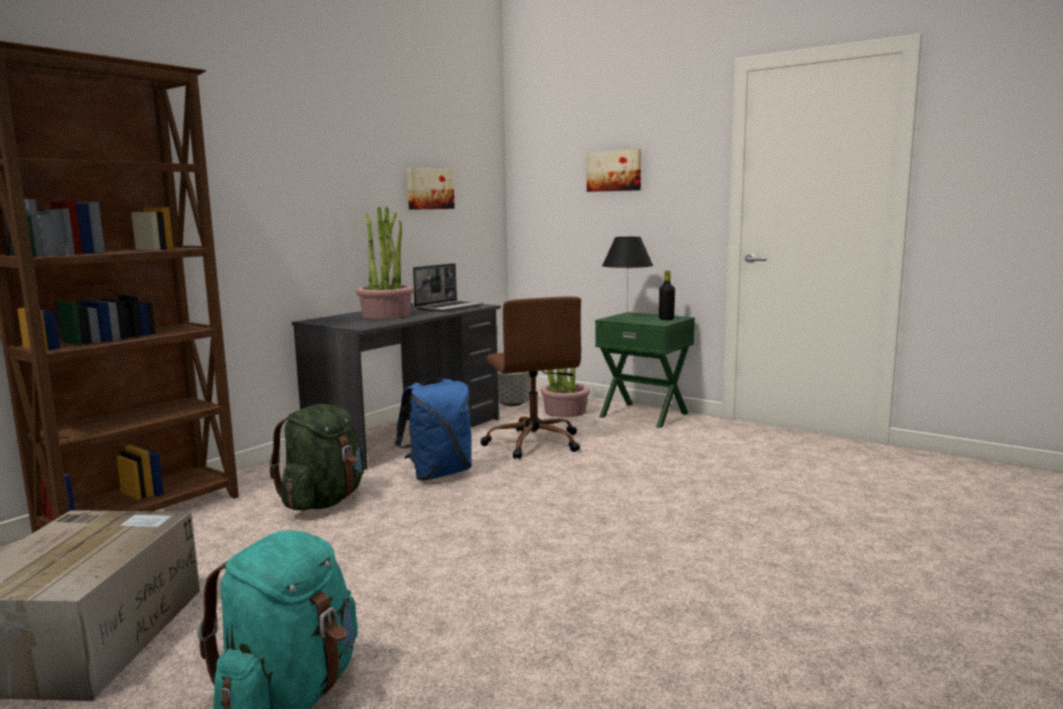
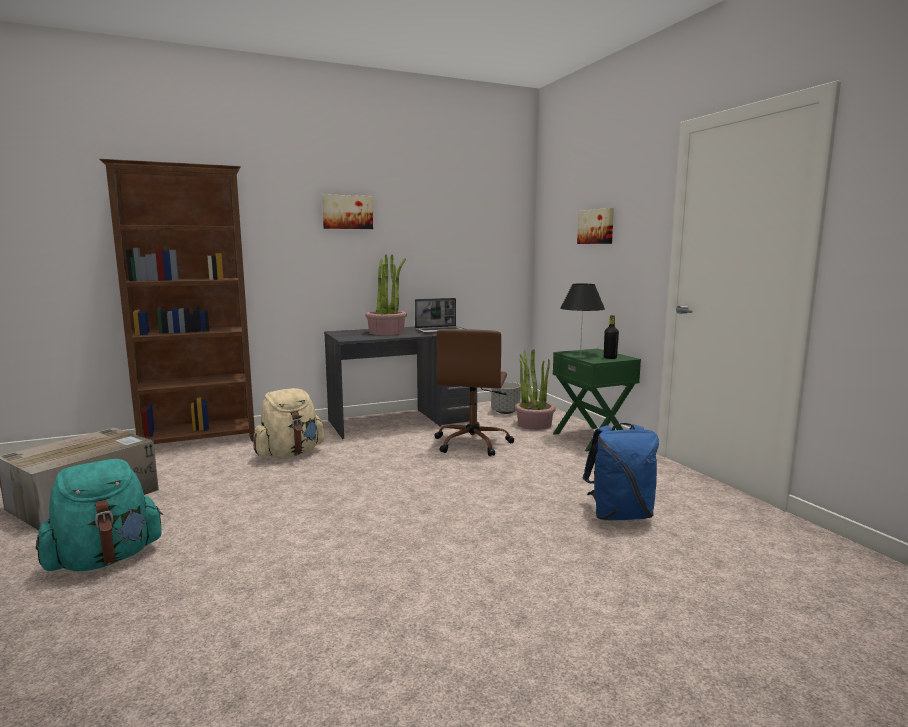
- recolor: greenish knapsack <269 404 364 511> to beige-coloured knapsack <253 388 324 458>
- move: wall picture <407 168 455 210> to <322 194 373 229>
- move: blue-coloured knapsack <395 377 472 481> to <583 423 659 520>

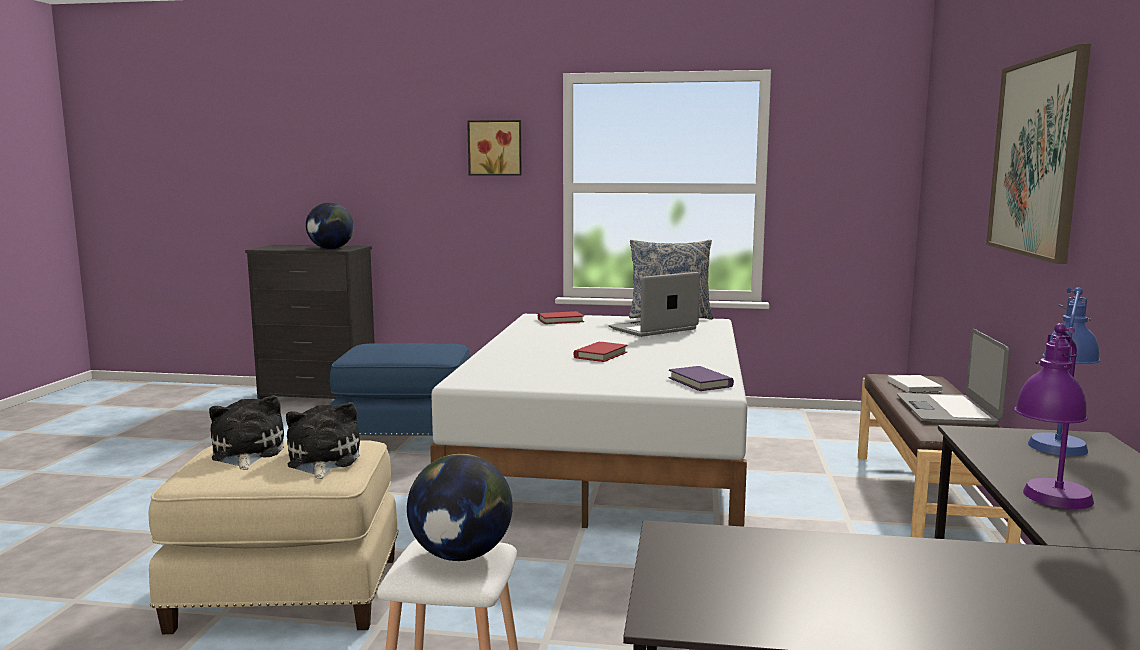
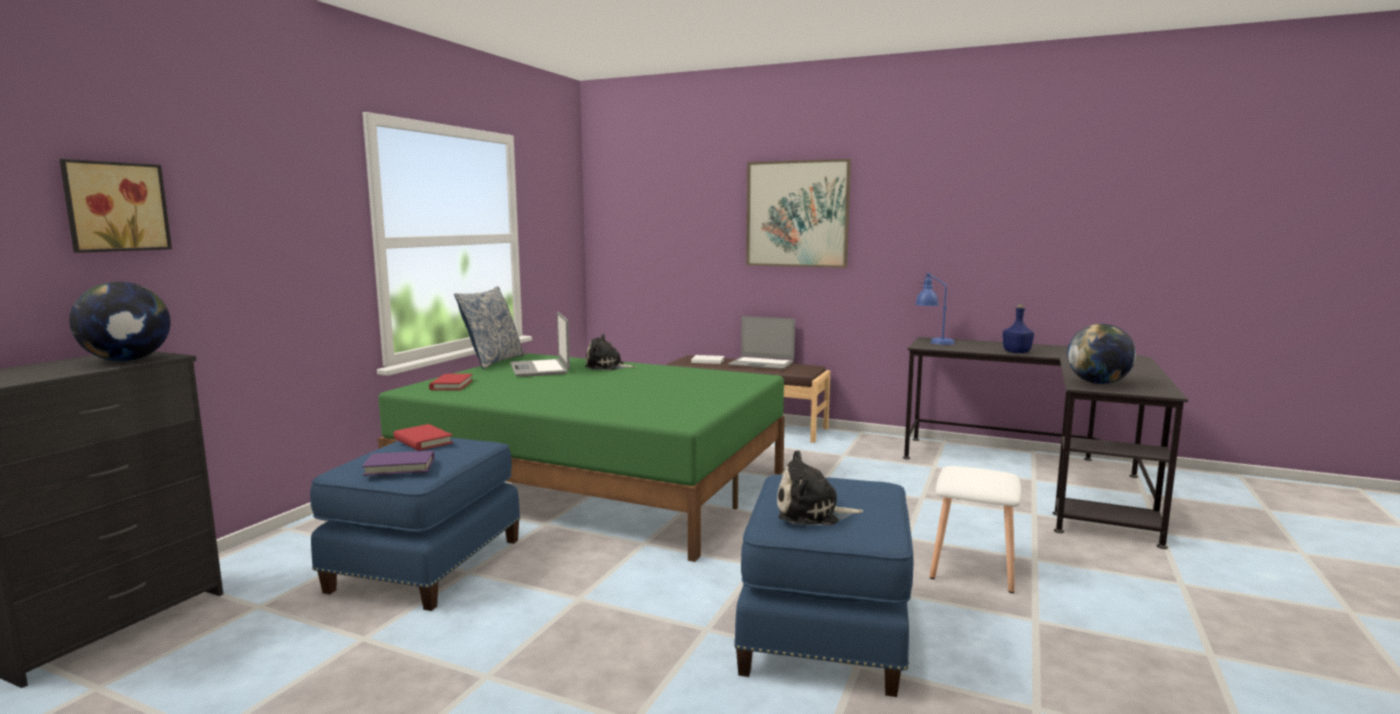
- move: wall picture <467 120 522 176> to <59 159 172 253>
- move: purplish volume <669 366 734 391> to <362 451 435 476>
- recolor: white-coloured sleeping bed <430 314 748 528> to greenish sleeping bed <378 353 785 562>
- move: red volume <573 342 628 362> to <393 424 453 451>
- move: soft toy <286 402 360 479> to <585 334 636 370>
- recolor: beige-coloured ottoman <149 440 398 634> to blue-coloured ottoman <734 475 913 697>
- replace: purplish tabletop lamp <1014 323 1094 509> to blue-coloured beverage bottle <1003 304 1034 353>
- move: world globe <407 454 513 561> to <1067 324 1136 384>

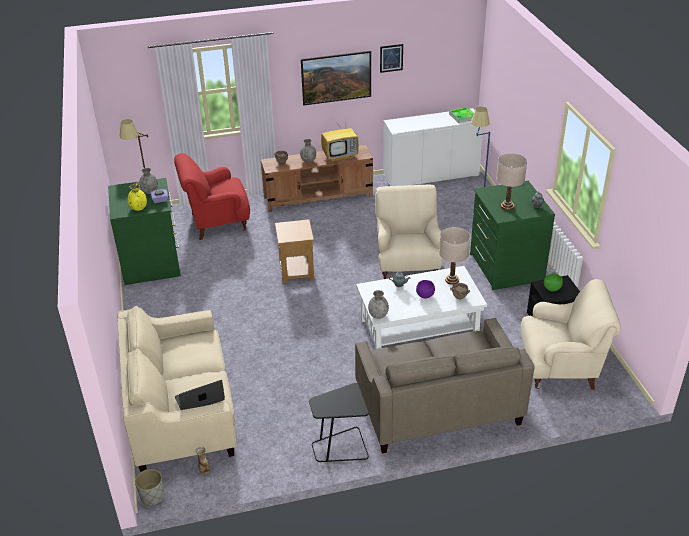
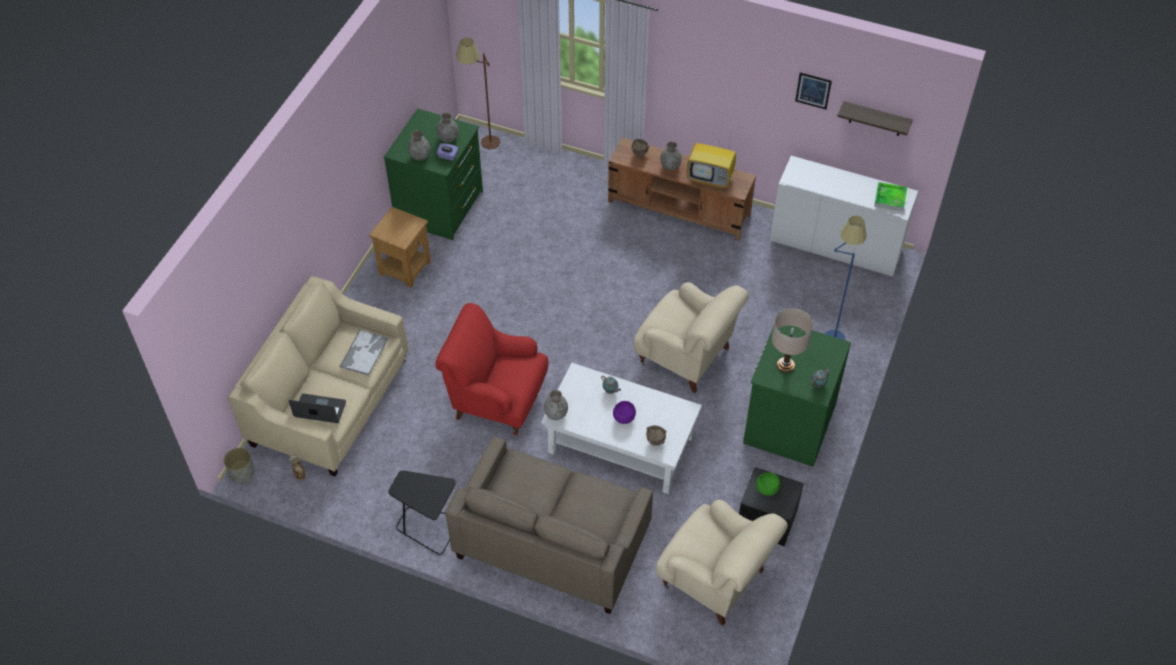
- insert: tray <339 330 389 376>
- move: brown-coloured side table <275 219 314 283> to <369 207 431 288>
- recolor: yellowish flower vase <128 184 147 211> to grey flower vase <408 130 430 160>
- move: red lounge chair <174 153 250 240> to <435 303 548 435>
- rotate: beige-coloured lounge chair <375 185 443 279> = <633 282 749 393> 90 degrees clockwise
- insert: bracket shelf <837 101 913 136>
- delete: wall picture <301 51 371 106>
- delete: beige-coloured tabletop lamp <439 227 470 285>

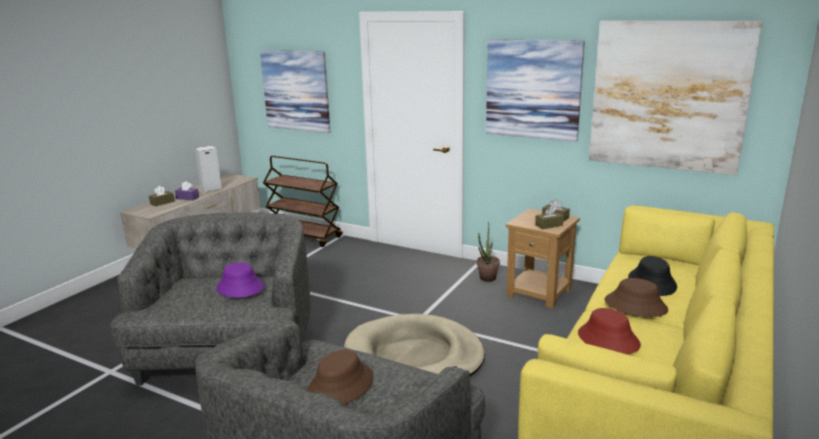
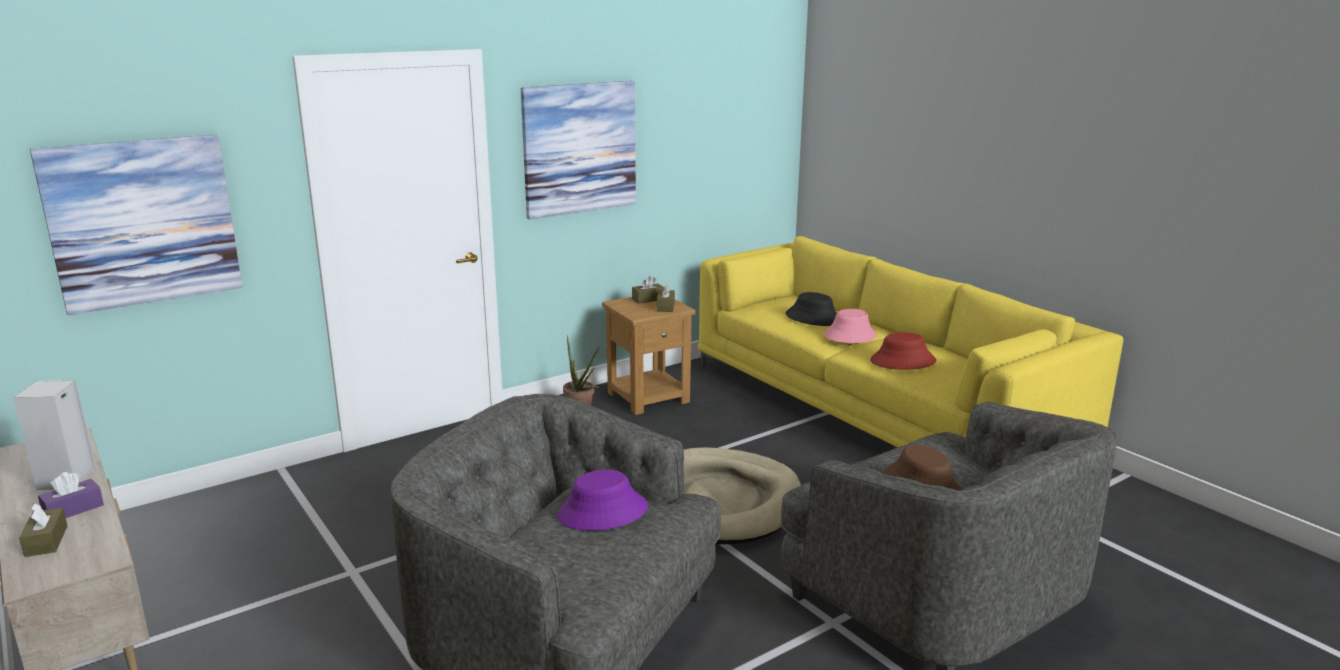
- recolor: brown-coloured wearable hat <605 278 668 317> to pink wearable hat <824 309 877 343>
- delete: brown-coloured cart <263 156 342 247>
- delete: wall picture <589 21 762 175>

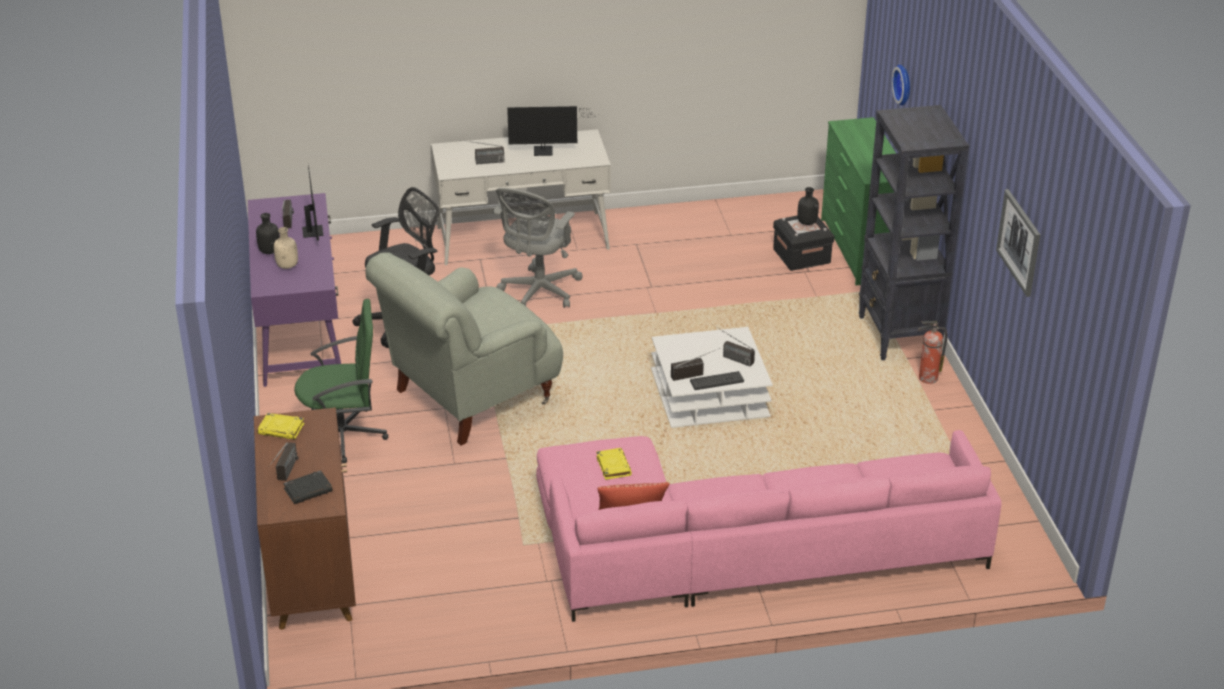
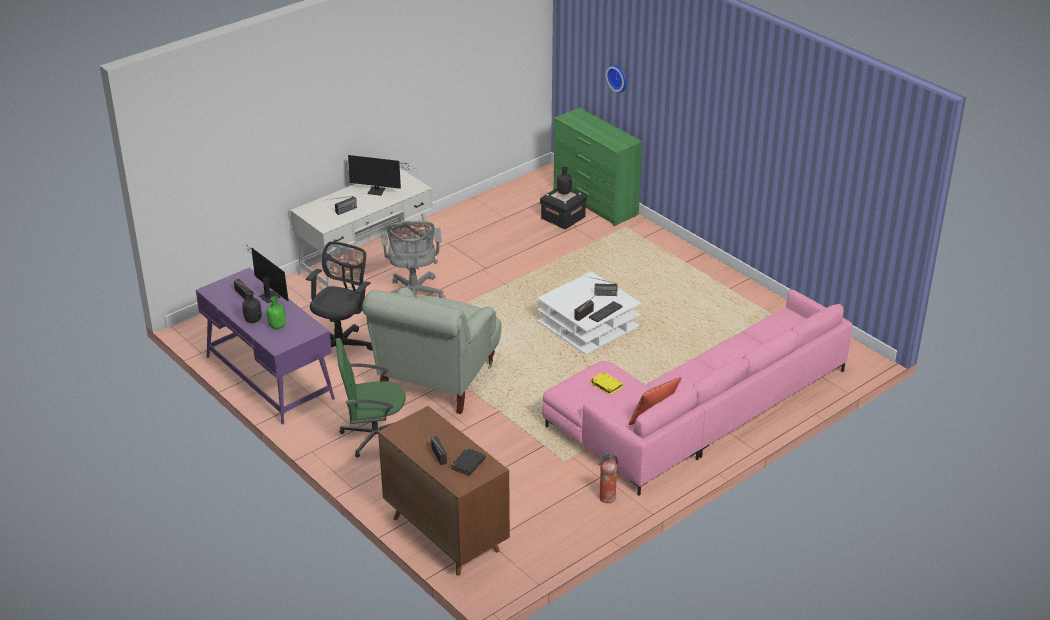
- recolor: beige-coloured beverage bottle <274 227 298 269> to greenish beverage bottle <267 296 286 329>
- rotate: greenish office chair <294 299 389 463> = <336 338 406 458> 150 degrees counterclockwise
- rotate: monitor <507 106 600 156> = <348 155 415 196> 45 degrees clockwise
- move: fire extinguisher <918 321 948 384> to <598 453 618 503>
- delete: yellowish volume <257 413 304 439>
- delete: blackish bookshelf <859 105 969 360>
- delete: wall picture <996 189 1040 297>

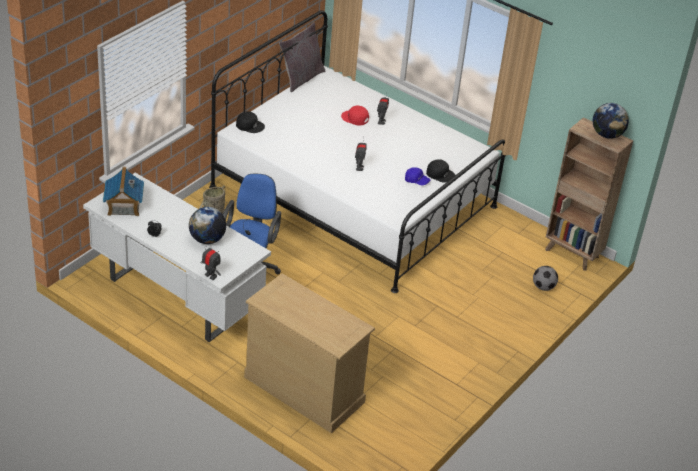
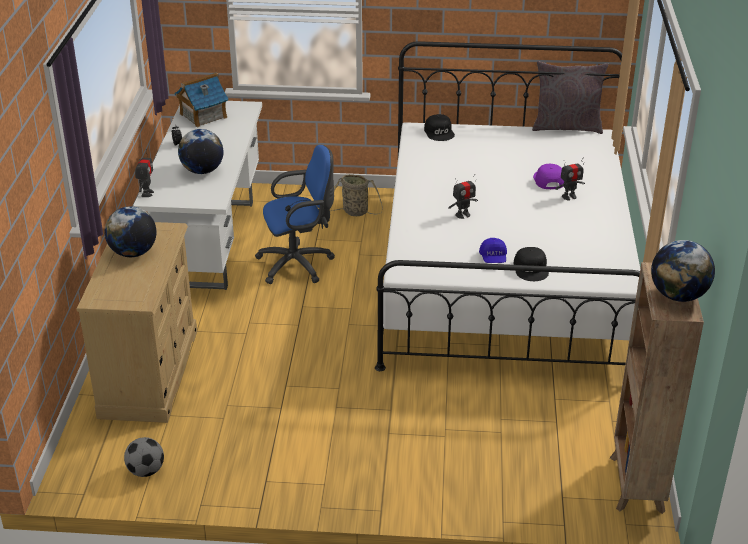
- insert: world globe <104 206 156 257>
- move: football <533 266 558 291> to <124 437 164 477>
- recolor: red cap <341 106 369 125> to purplish cap <533 164 564 189>

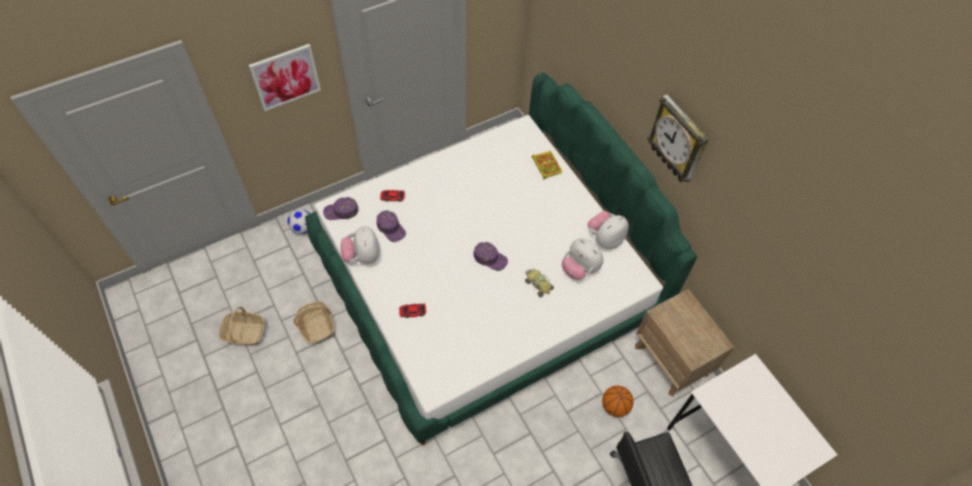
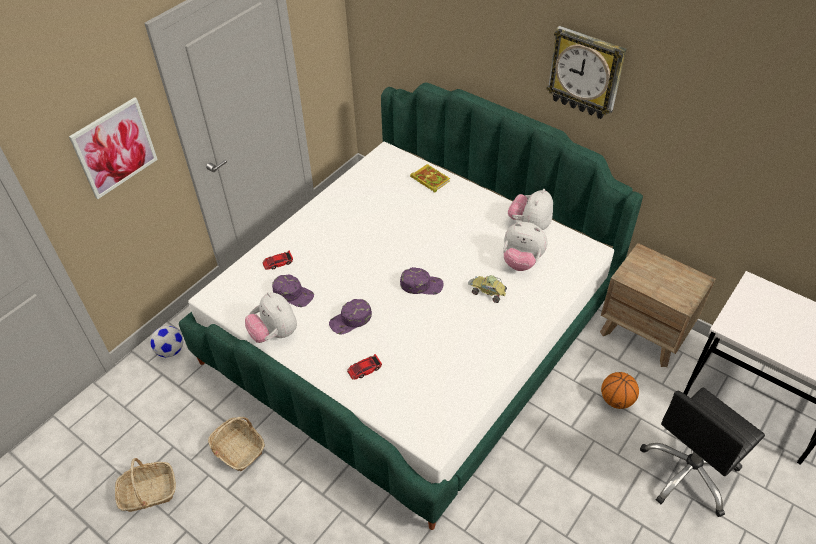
- move: purplish cap <323 197 359 220> to <329 299 372 334>

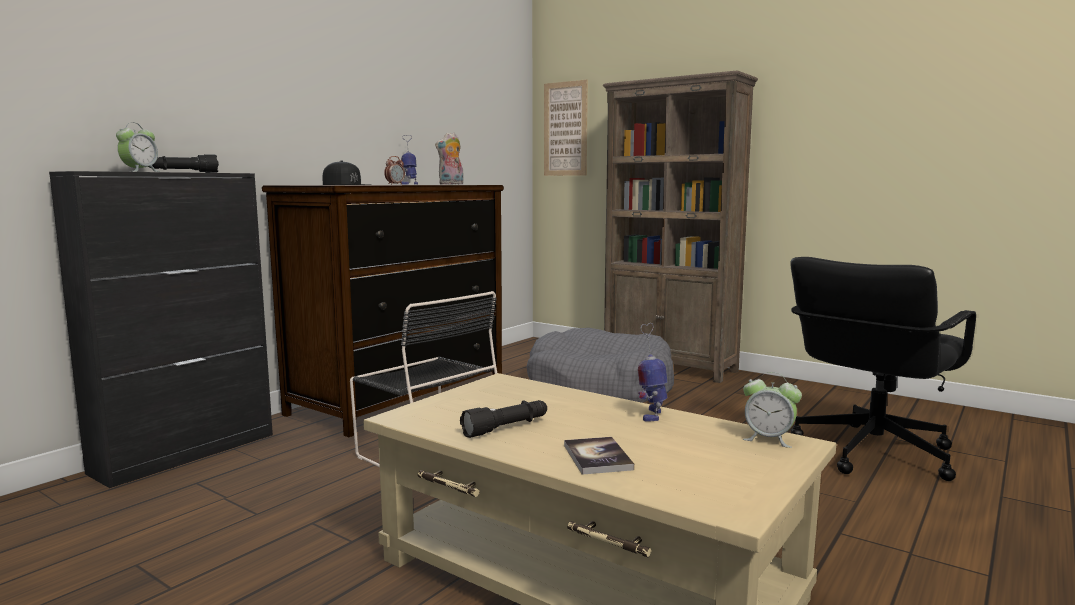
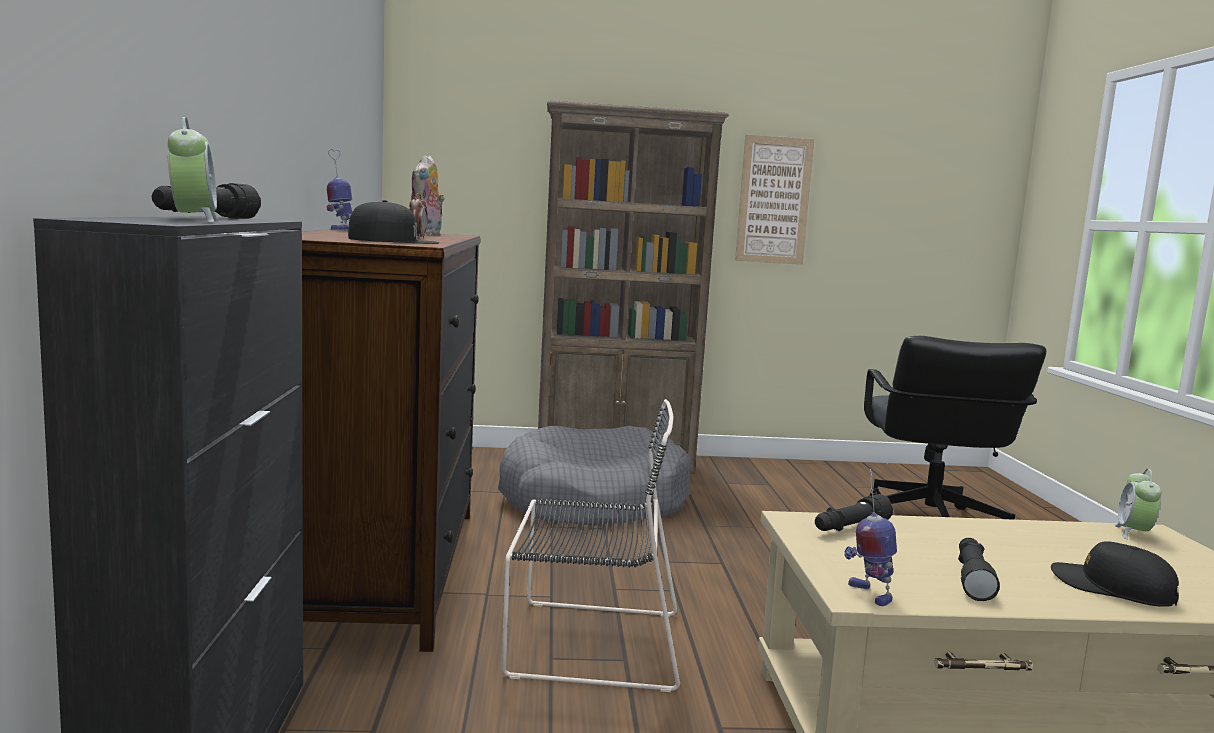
- move: wall picture <544 79 588 176> to <735 135 814 265>
- insert: blackish torch <815 494 893 531>
- move: toy robot <638 323 668 422> to <844 469 897 606>
- replace: volume <564 437 634 475> to blackish cap <1051 541 1179 607>
- rotate: bedside clock <743 372 802 448> = <1114 469 1161 539> 120 degrees clockwise

